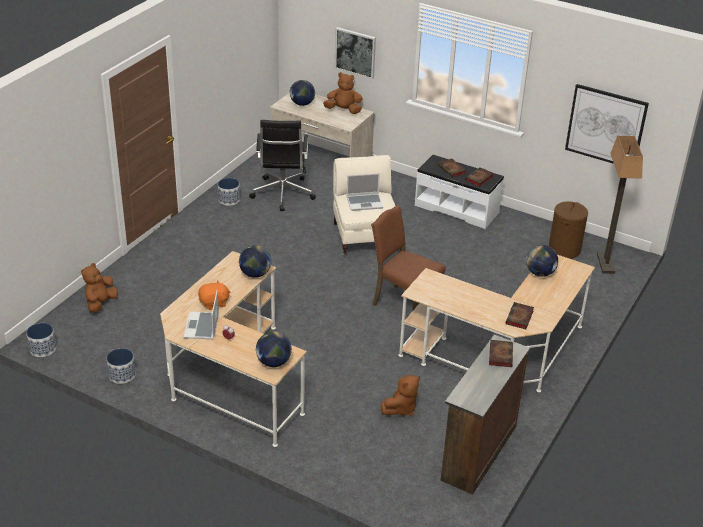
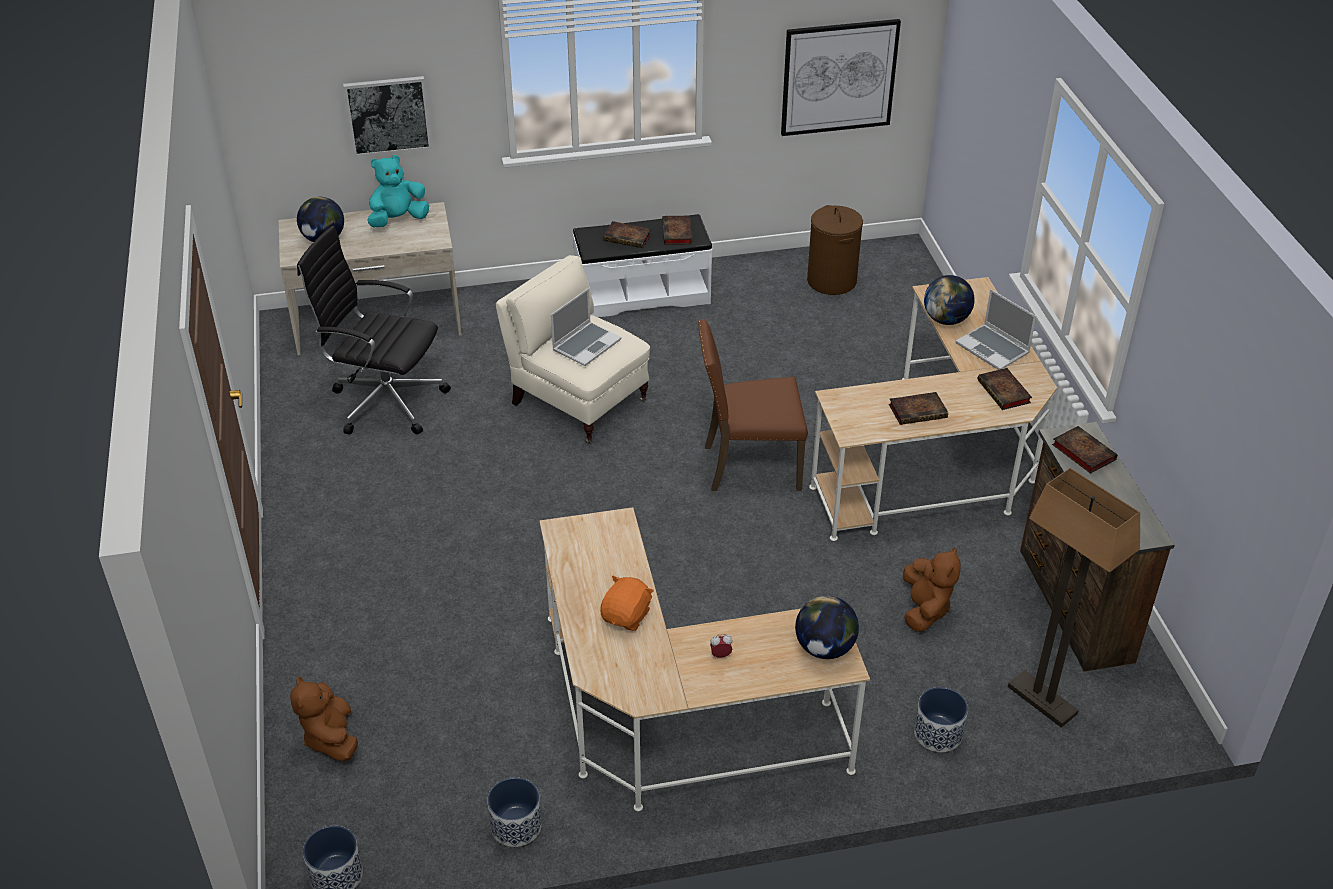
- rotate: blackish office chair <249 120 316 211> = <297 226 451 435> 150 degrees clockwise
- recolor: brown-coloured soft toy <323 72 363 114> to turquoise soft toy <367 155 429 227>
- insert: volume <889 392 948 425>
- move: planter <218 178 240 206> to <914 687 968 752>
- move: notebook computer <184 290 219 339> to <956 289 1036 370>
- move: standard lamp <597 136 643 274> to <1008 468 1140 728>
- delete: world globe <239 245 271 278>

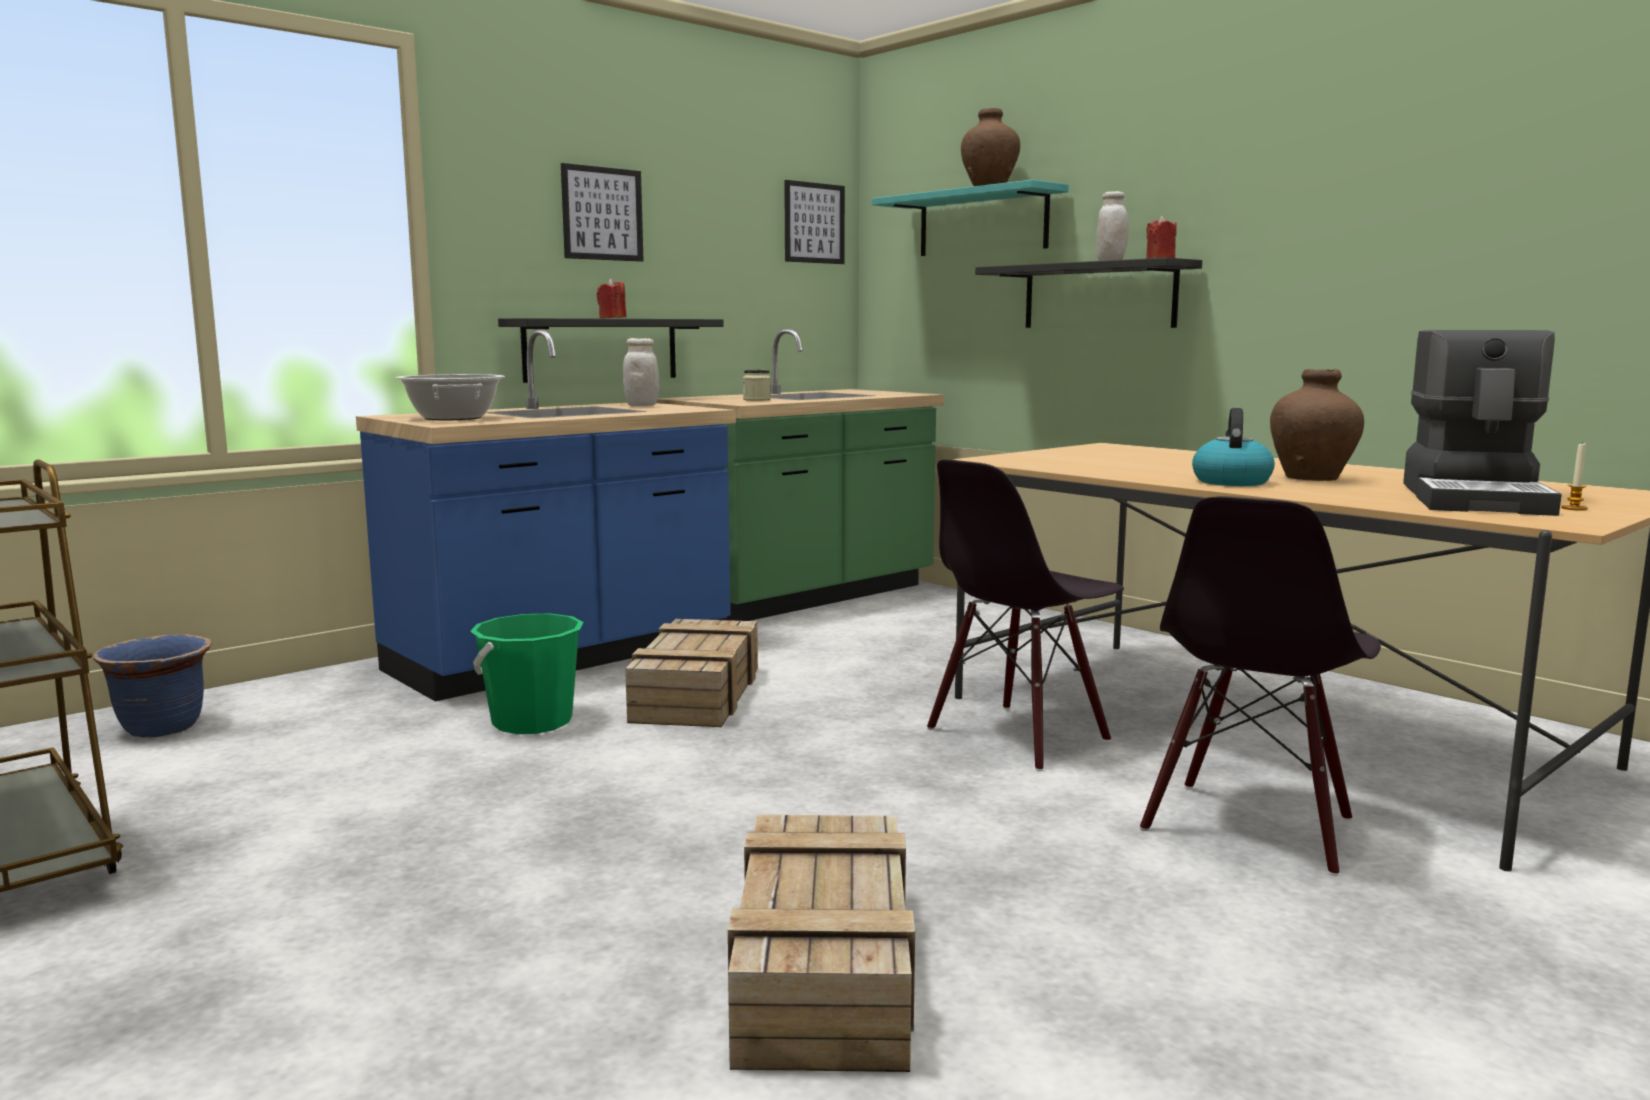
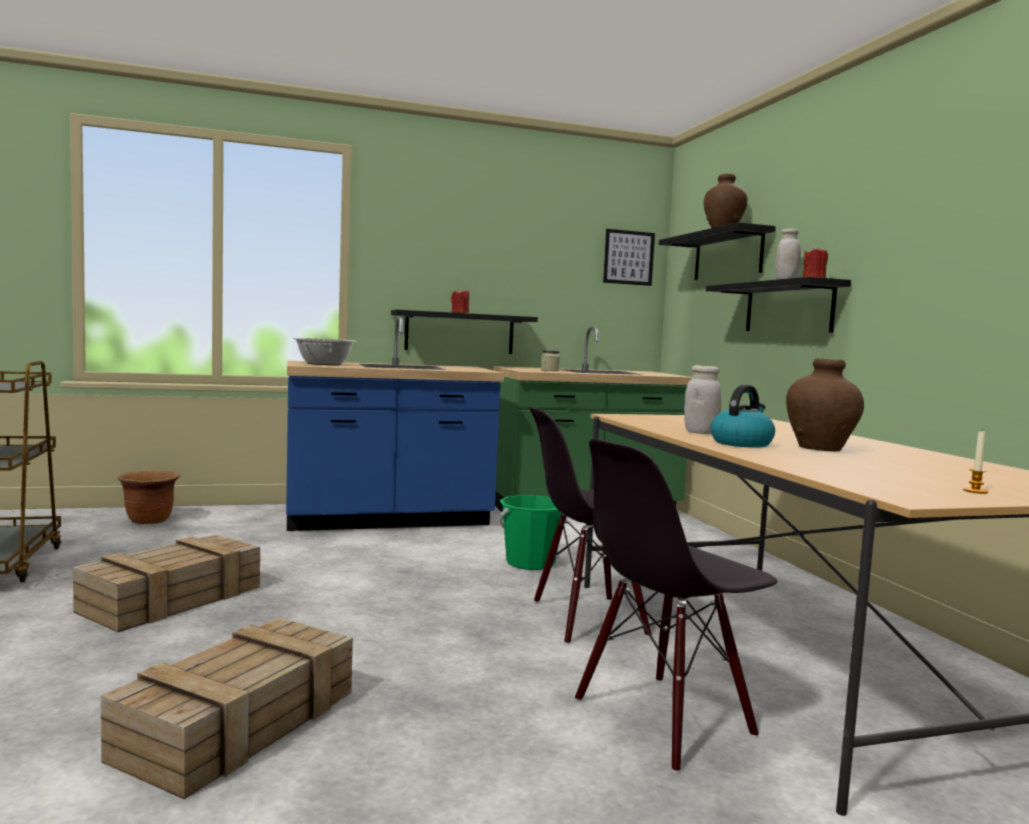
- move: shipping crate <625 619 758 727> to <73 534 260 632>
- recolor: blue-coloured planter <93 634 212 738> to brown-coloured planter <118 470 180 524>
- move: greenish water bucket <470 614 584 734> to <498 495 561 570>
- recolor: turquoise bracket shelf <872 180 1069 256> to blackish bracket shelf <659 222 776 280>
- move: white-coloured storage jar <623 338 659 406> to <684 365 721 434>
- delete: wall picture <561 163 644 262>
- delete: coffee brewer <1403 330 1562 516>

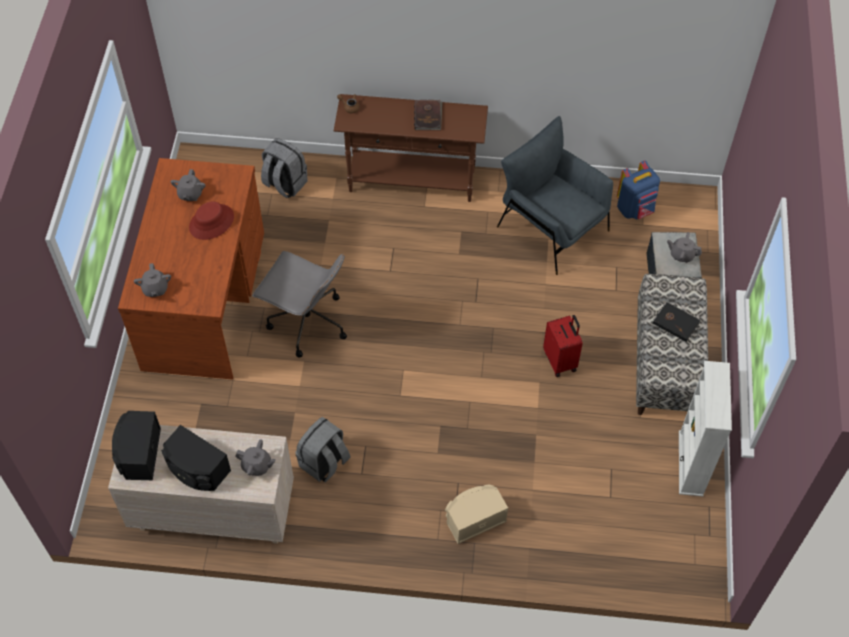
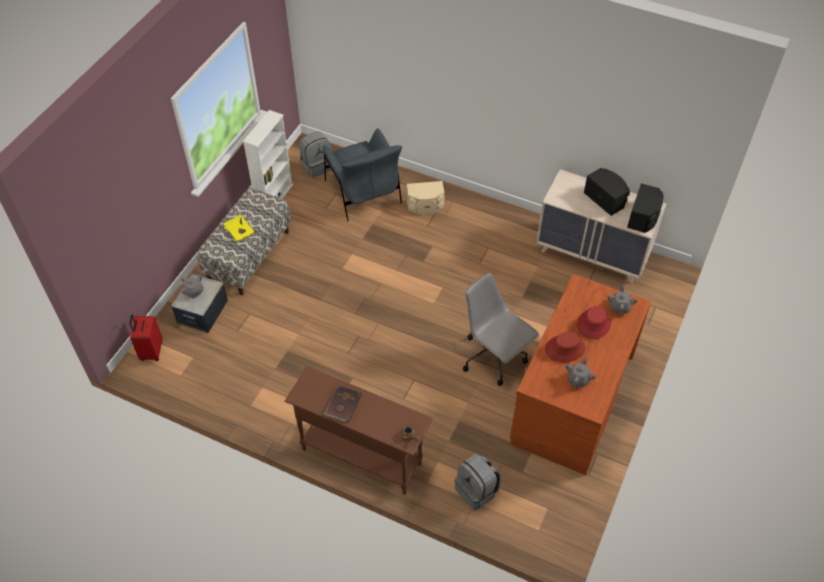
- move: red travel case <543 315 583 377> to <129 315 163 361>
- recolor: blackish volume <653 302 701 342> to yellowish volume <223 215 255 243>
- move: grey knapsack <295 417 351 483> to <299 131 331 178>
- move: grey lounge chair <497 116 613 275> to <323 128 402 221>
- insert: red wearable hat <577 306 611 339>
- delete: grey teapot <235 440 276 476>
- delete: blue-coloured knapsack <617 161 660 219>

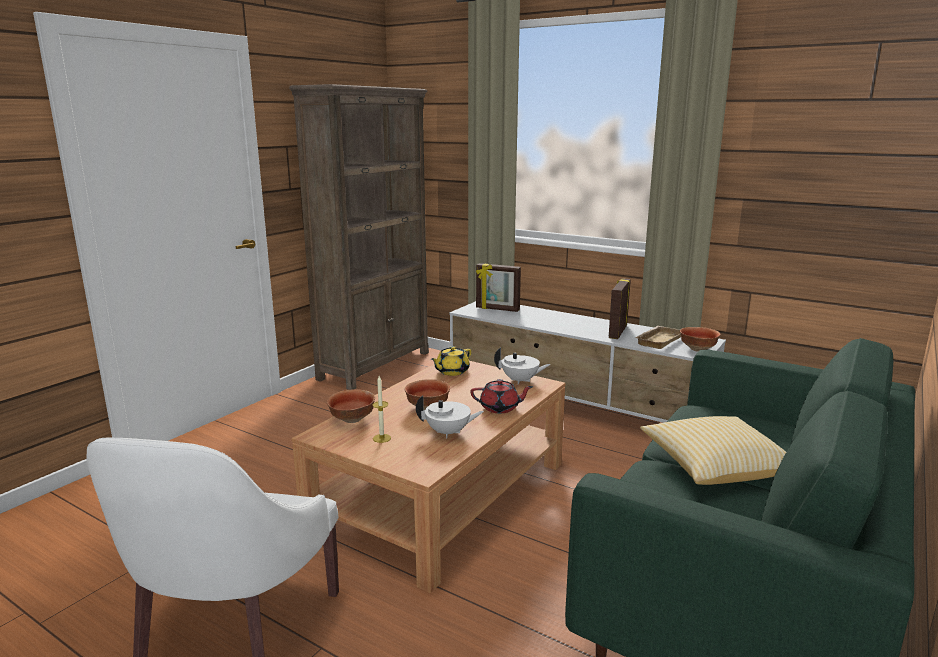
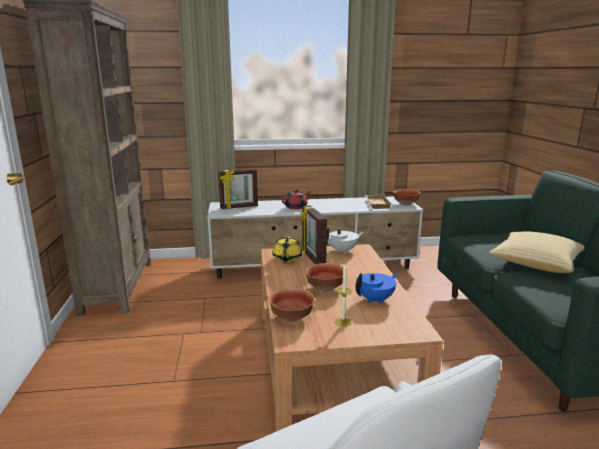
- move: red teapot <470 379 533 413> to <282 190 311 209>
- move: photo frame <609 278 631 339> to <301 205 327 264>
- recolor: white-coloured teapot <416 395 484 438> to blue-coloured teapot <355 273 397 304>

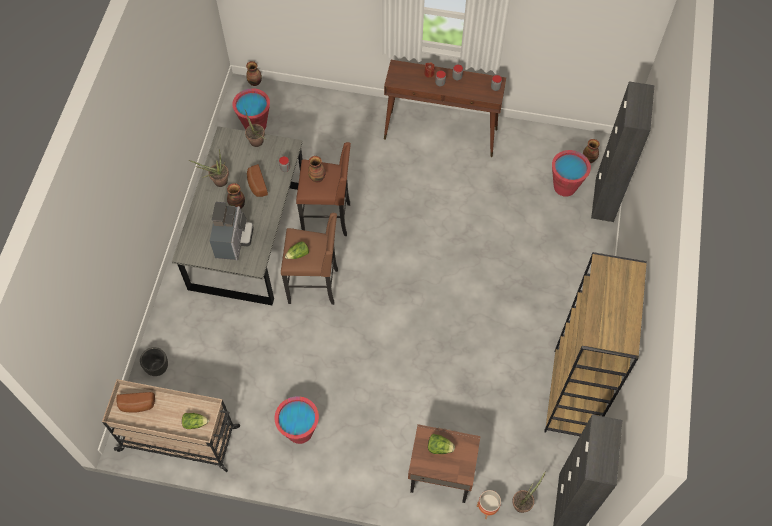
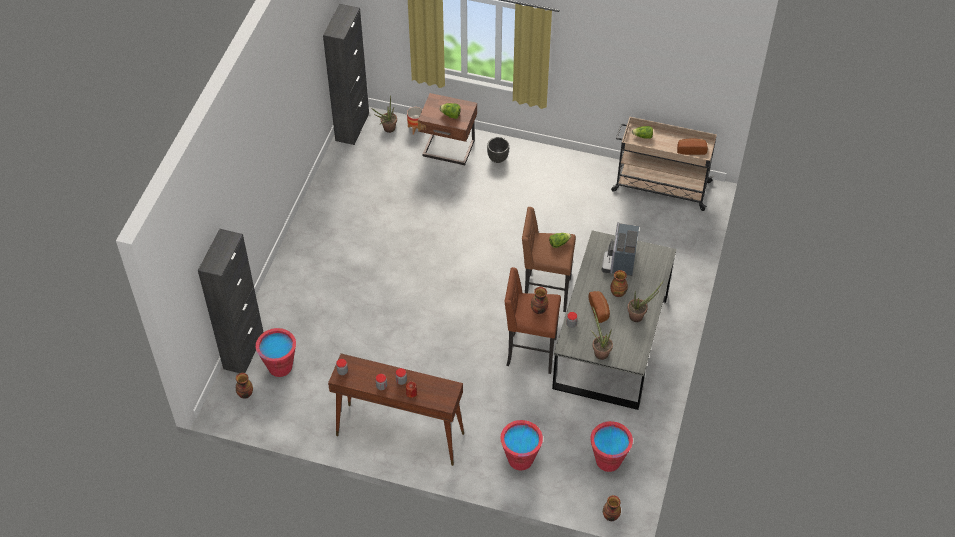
- move: blackish planter <140 347 168 376> to <487 137 509 163>
- move: red water bucket <275 396 319 444> to <500 420 543 470>
- delete: brown-coloured bookshelf <544 252 647 436>

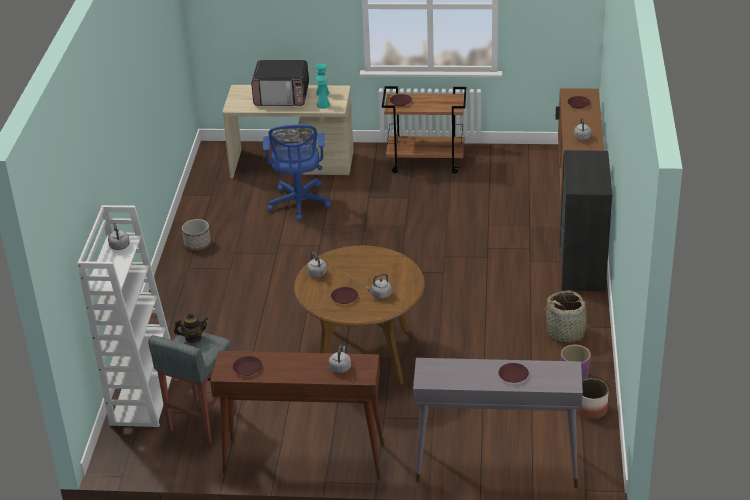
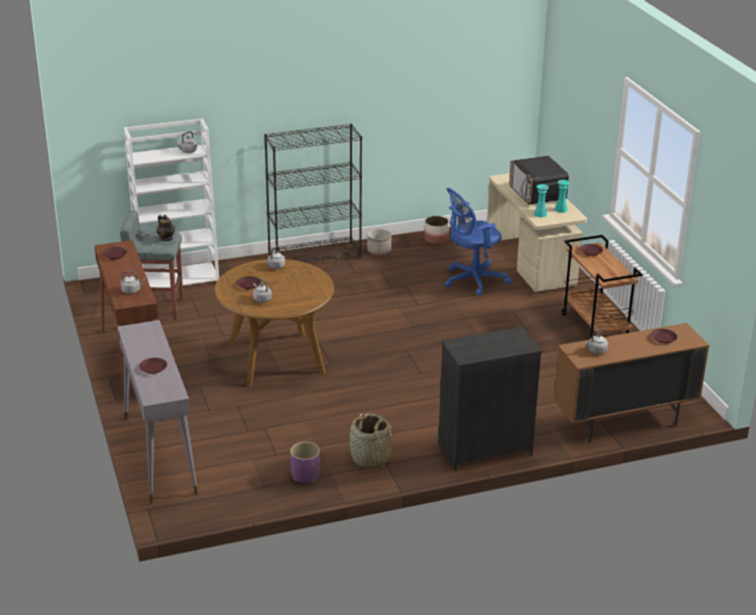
- insert: blackish bookshelf <264 124 362 262>
- move: planter <576 378 609 419> to <424 216 449 244>

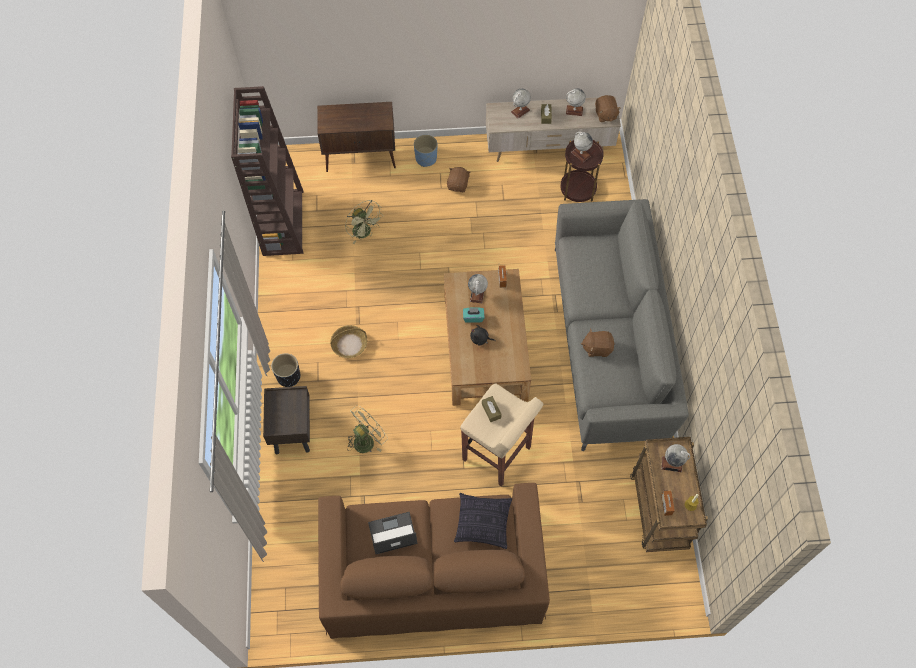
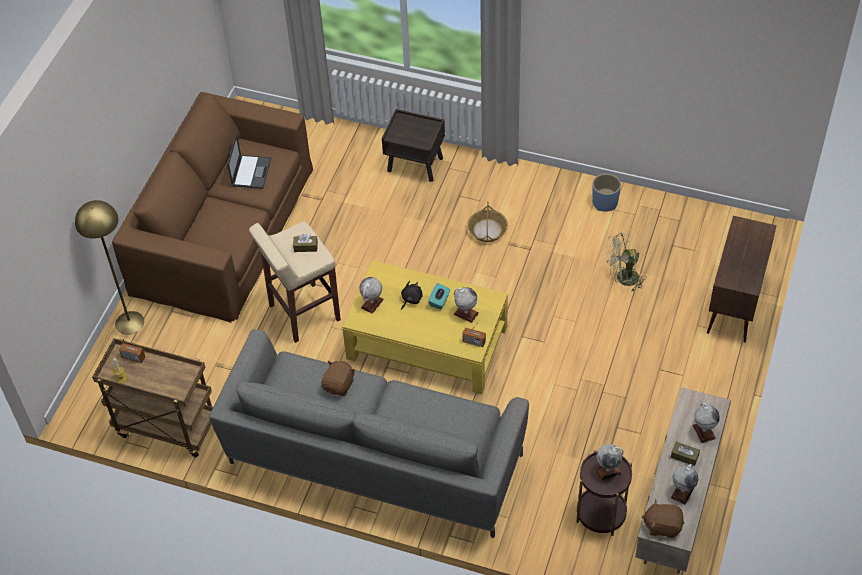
- insert: yellowish standard lamp <75 200 144 335>
- recolor: brown-coloured lounge table <444 269 531 406> to yellowish lounge table <342 260 508 395>
- move: world globe <661 444 690 472> to <359 277 384 314>
- move: blue-coloured planter <414 135 437 167> to <592 173 621 212>
- delete: brown-coloured bookshelf <231 86 304 256>
- delete: blackish planter <271 353 300 387>
- delete: greenish fan <347 405 388 453>
- delete: brown-coloured soft toy <447 167 470 192>
- delete: throw pillow <454 493 512 549>

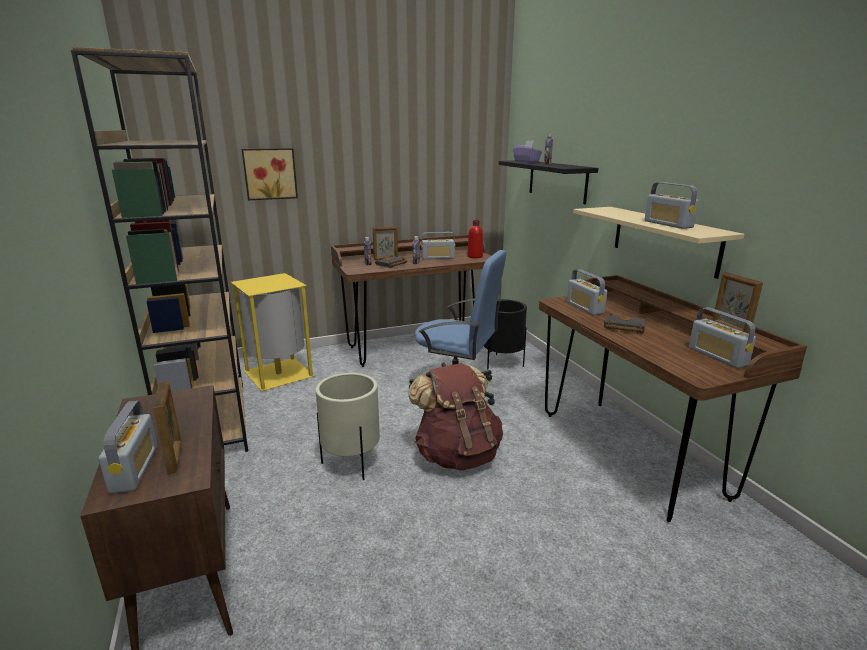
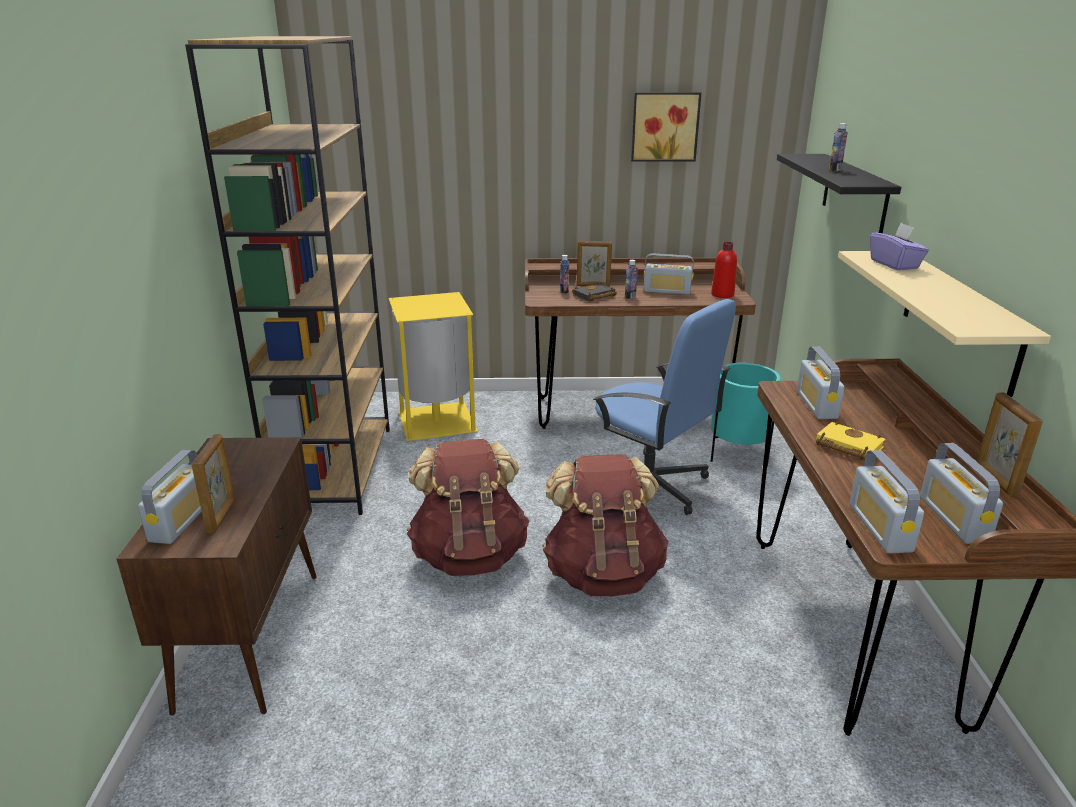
- replace: beige-coloured planter <315 373 380 480> to brown-coloured knapsack <407 439 529 576>
- move: wall picture <242 148 298 200> to <631 92 701 162>
- recolor: blackish planter <484 299 527 370> to turquoise planter <711 363 781 466>
- recolor: blackish volume <604 313 645 334> to yellowish volume <816 421 886 460>
- move: radio set <645 182 698 229> to <849 450 924 554>
- move: purplish tissue box <513 141 542 163> to <870 223 929 271>

